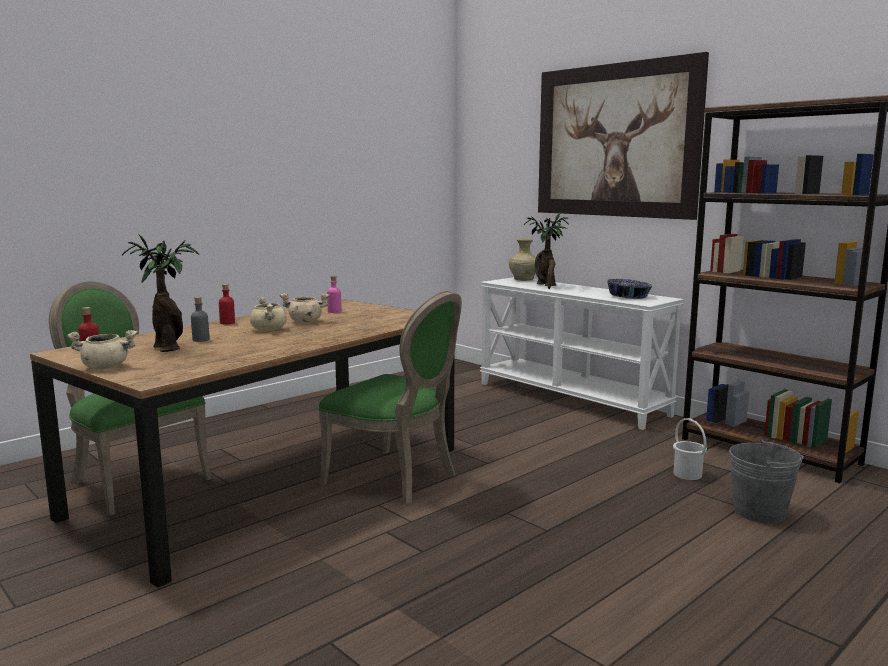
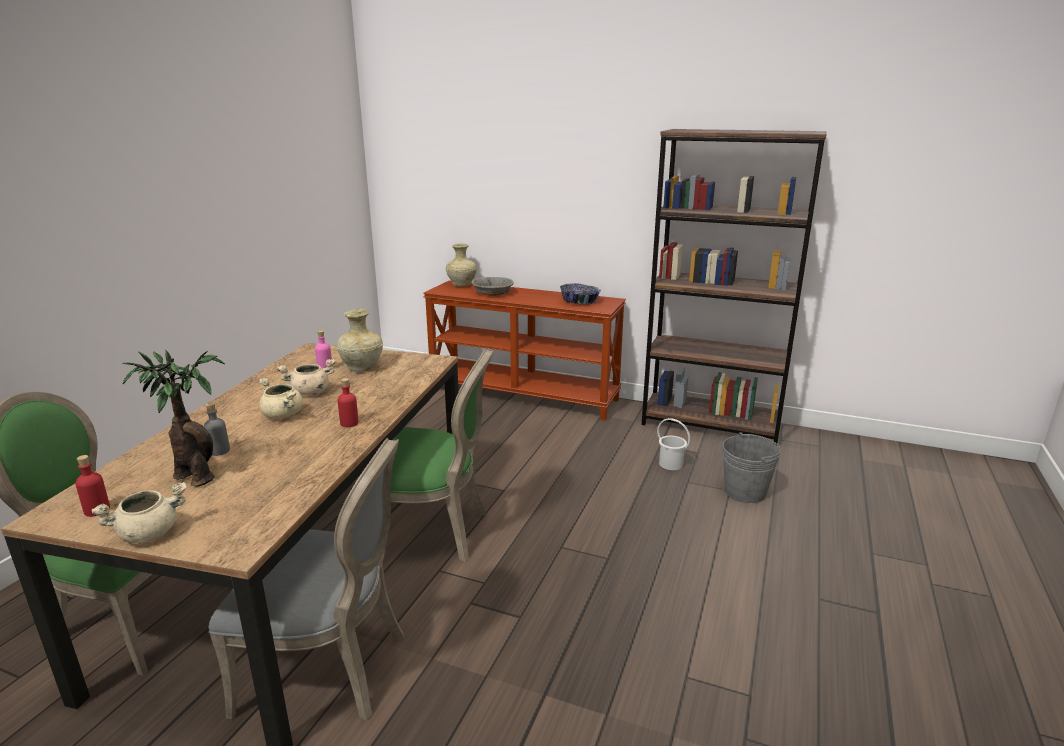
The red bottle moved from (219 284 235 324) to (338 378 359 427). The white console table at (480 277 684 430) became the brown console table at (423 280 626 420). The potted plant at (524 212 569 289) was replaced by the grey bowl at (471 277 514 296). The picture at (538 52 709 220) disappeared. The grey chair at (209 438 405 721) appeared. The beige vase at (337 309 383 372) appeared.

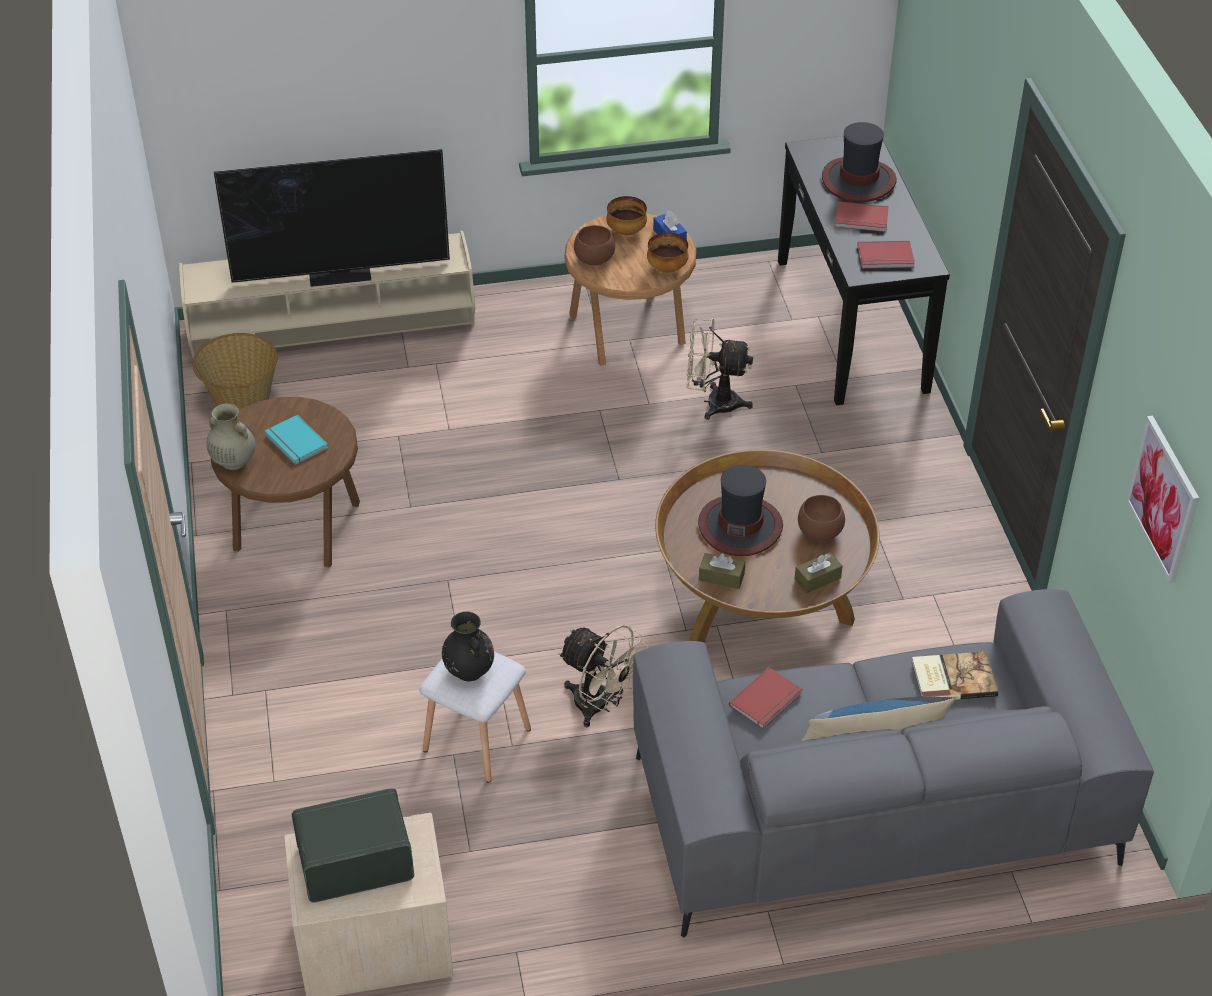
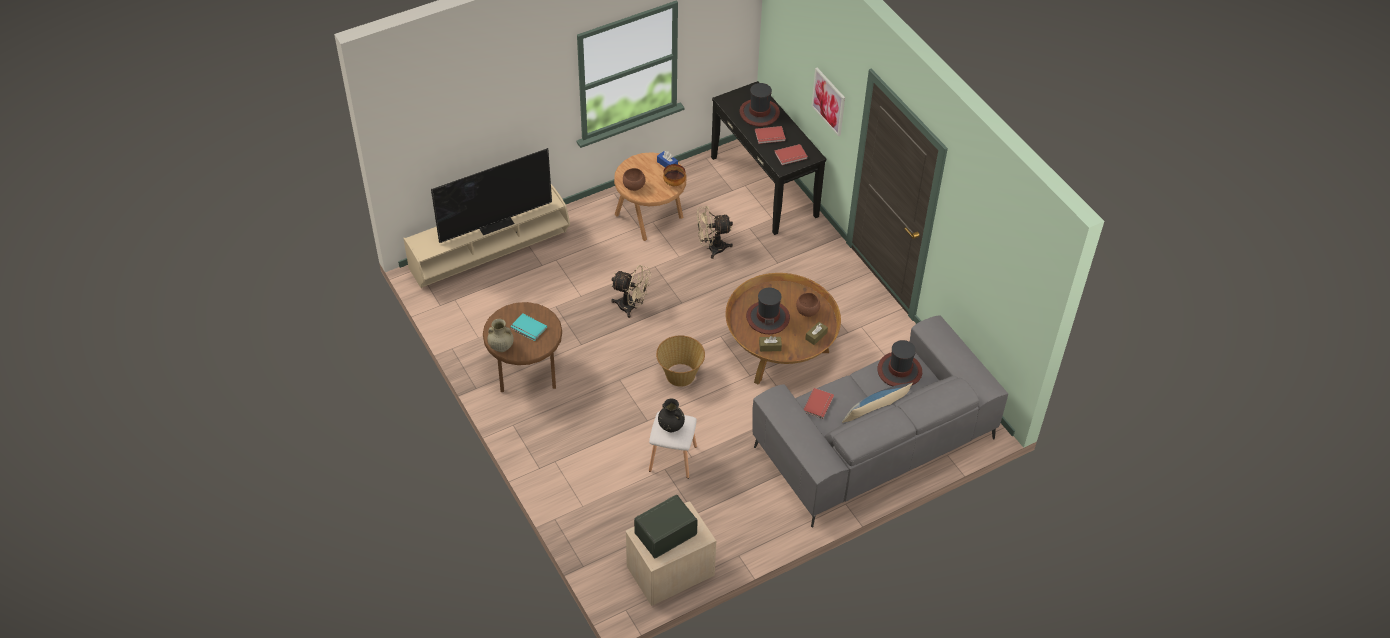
The basket moved from (192 333 278 410) to (656 335 705 387). The beige fan moved from (558 625 648 727) to (611 265 651 318). The bowl at (606 196 647 236) disappeared. The book at (911 651 998 700) was replaced by the hat at (877 340 922 386). The picture moved from (1126 415 1199 583) to (812 68 845 136).

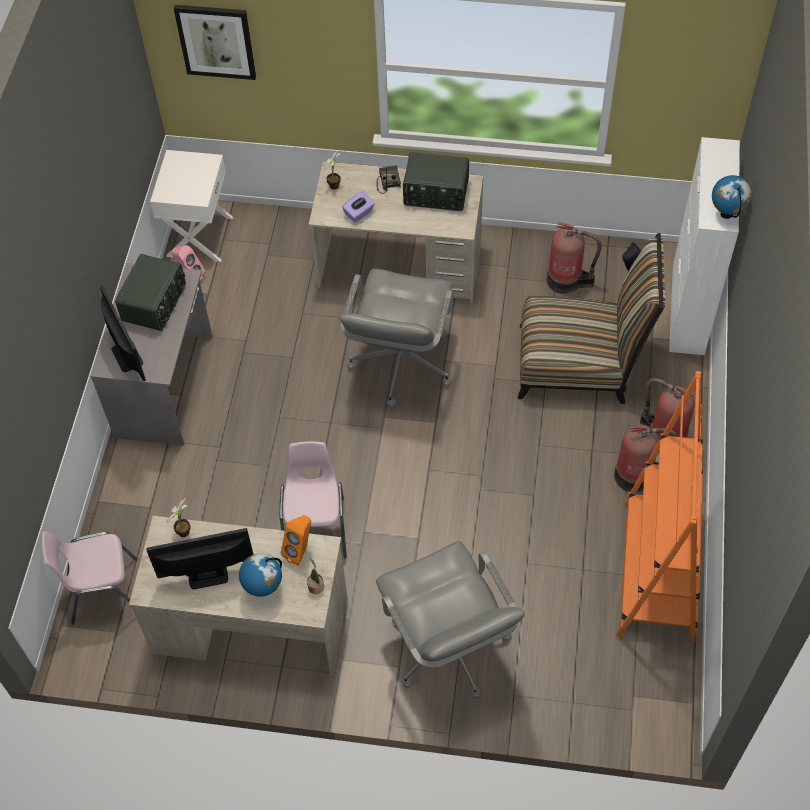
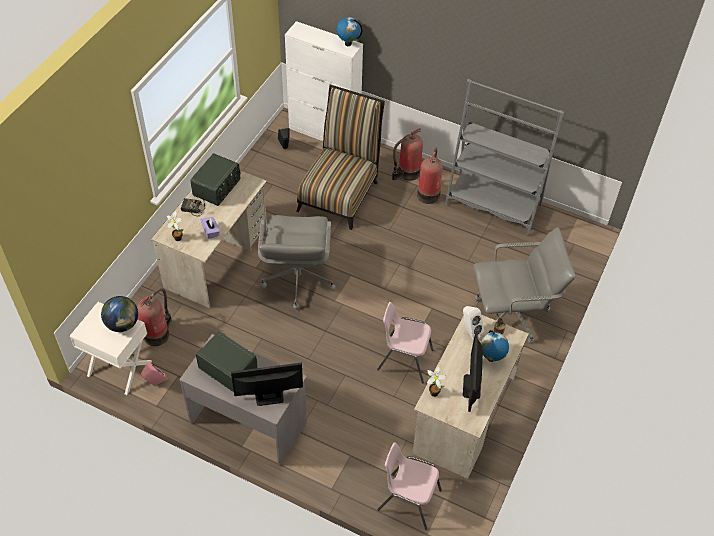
The pink chair at (42 531 137 625) turned 105 degrees clockwise. The picture at (174 5 256 80) disappeared. The orange speaker at (281 515 311 566) became the white speaker at (463 306 484 341). The grey office chair at (339 269 453 407) turned 60 degrees clockwise. The fire extinguisher moved from (547 222 602 294) to (137 288 172 346). The orange bookcase at (616 371 703 642) became the grey bookcase at (445 79 564 236). The globe at (101 296 138 332) appeared.

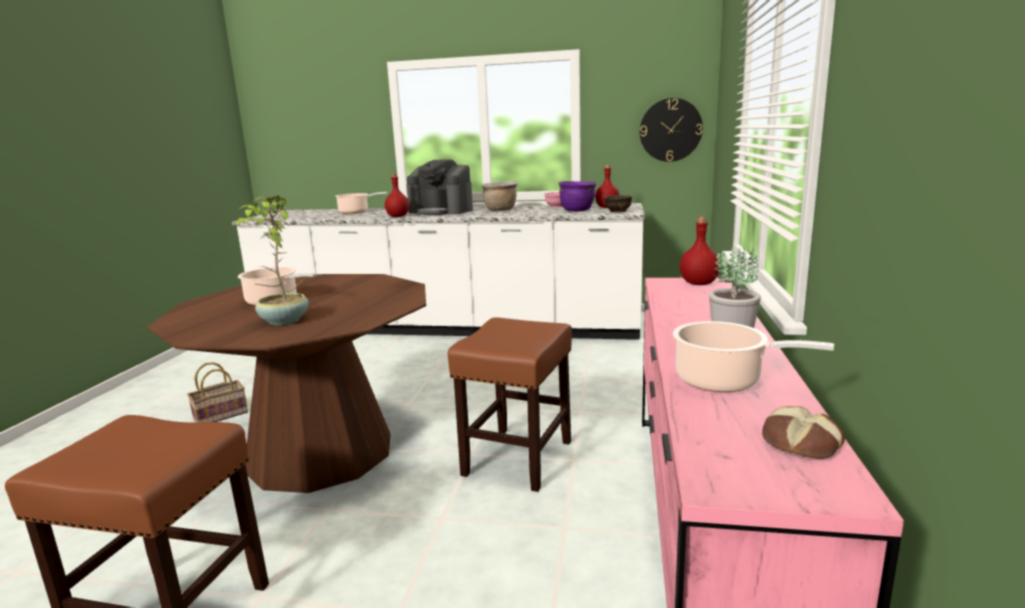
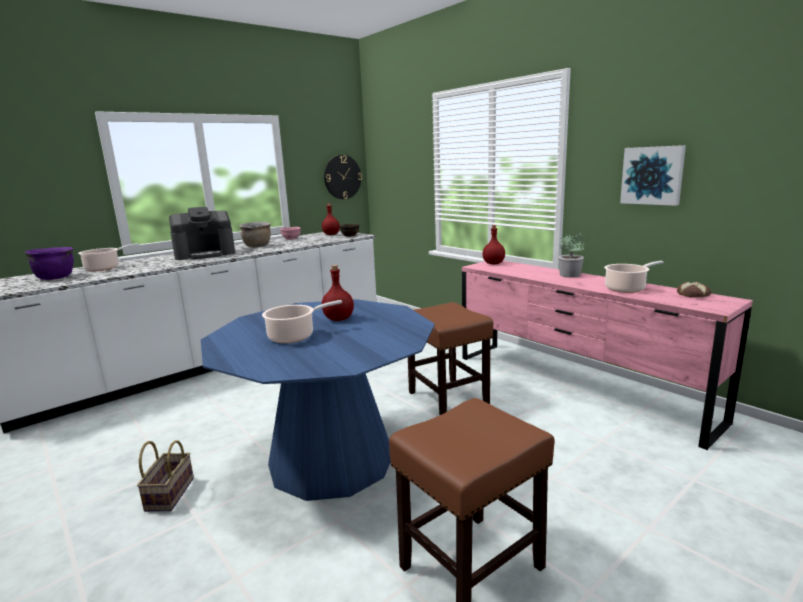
The brown dining table at (147 274 426 493) became the blue dining table at (201 299 435 501). The potted plant at (235 196 309 325) disappeared. The red bottle moved from (385 174 410 217) to (322 265 354 321). The purple cooking pot moved from (558 181 596 211) to (25 247 74 280). The picture at (620 145 686 206) appeared.

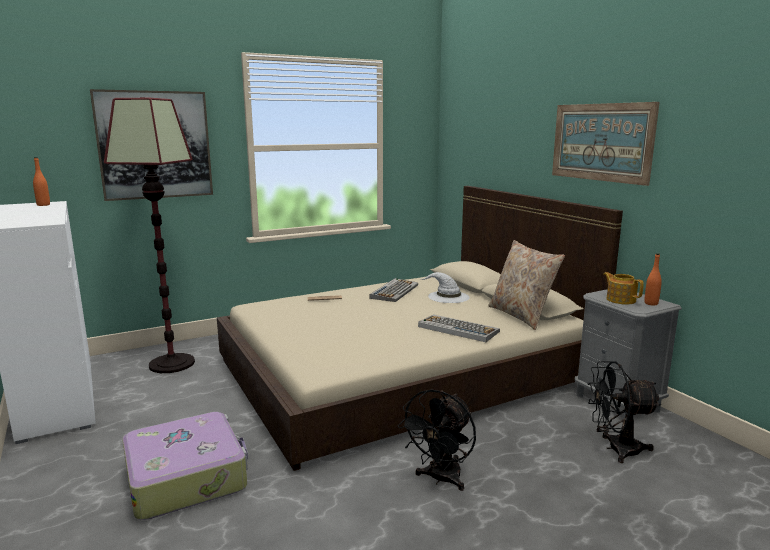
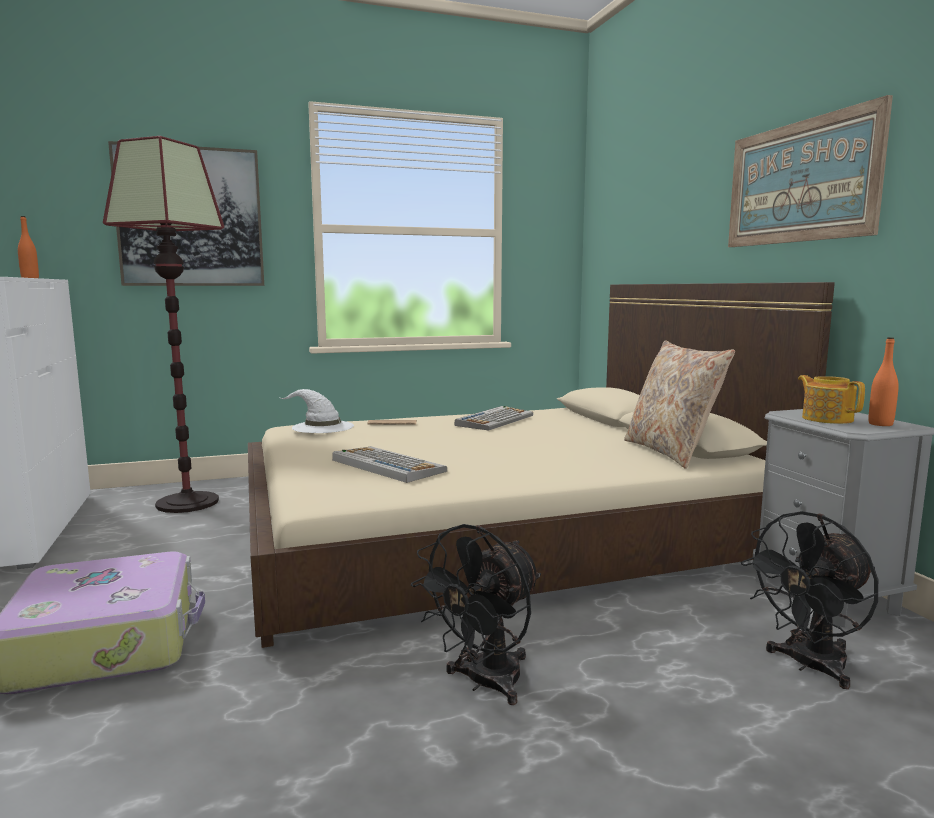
The keyboard moved from (418 315 500 342) to (332 446 447 483). The white hat moved from (421 272 469 303) to (279 389 354 433). The black fan at (588 361 661 463) turned 45 degrees counterclockwise.

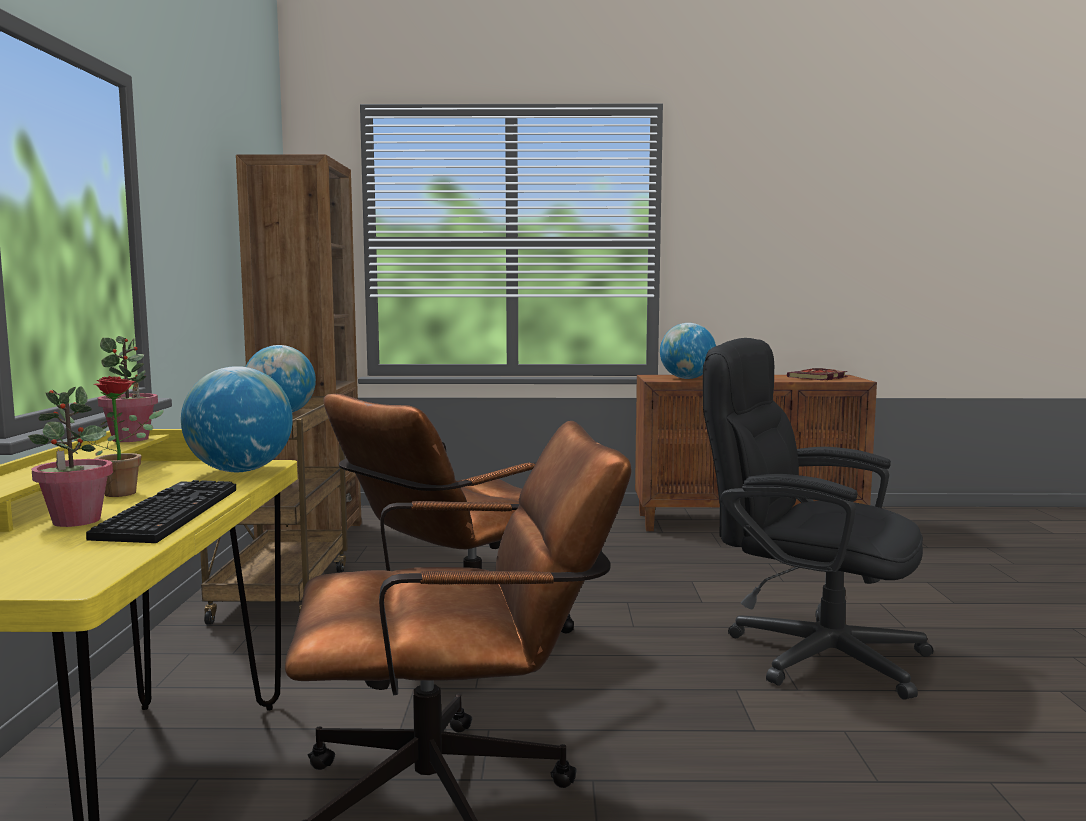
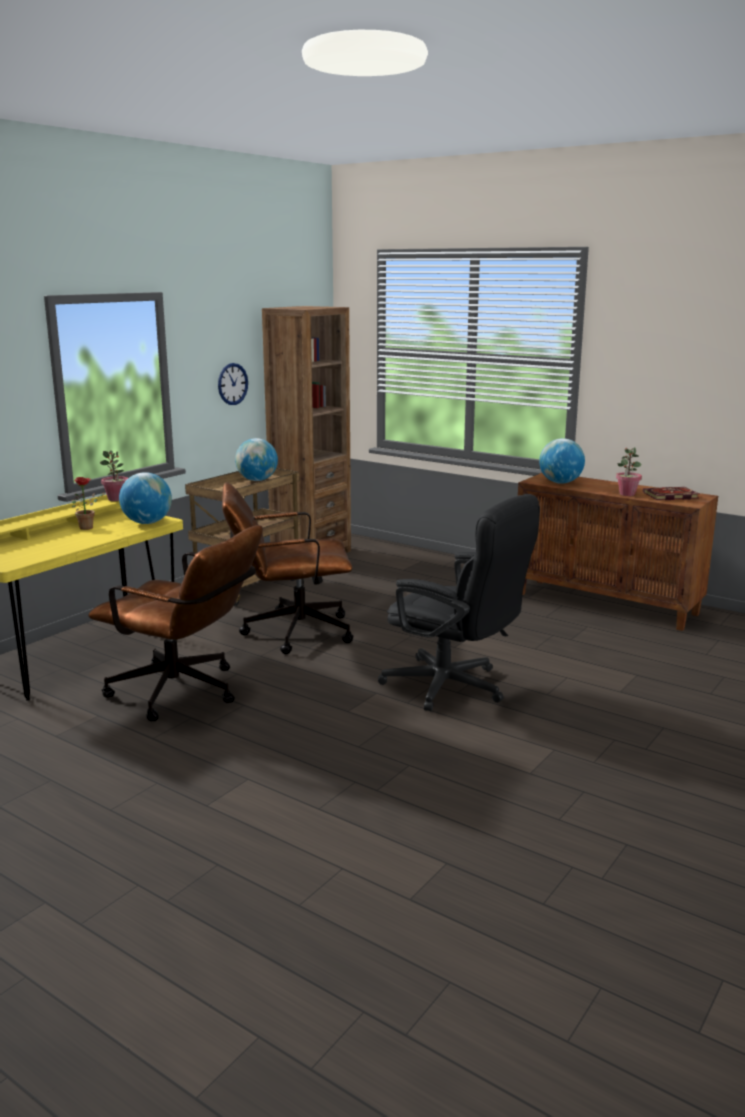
The potted plant moved from (28 386 113 527) to (616 447 642 496). The keyboard at (86 480 236 543) disappeared. The black office chair at (703 338 934 700) turned 150 degrees clockwise. The wall clock at (218 363 248 405) appeared.

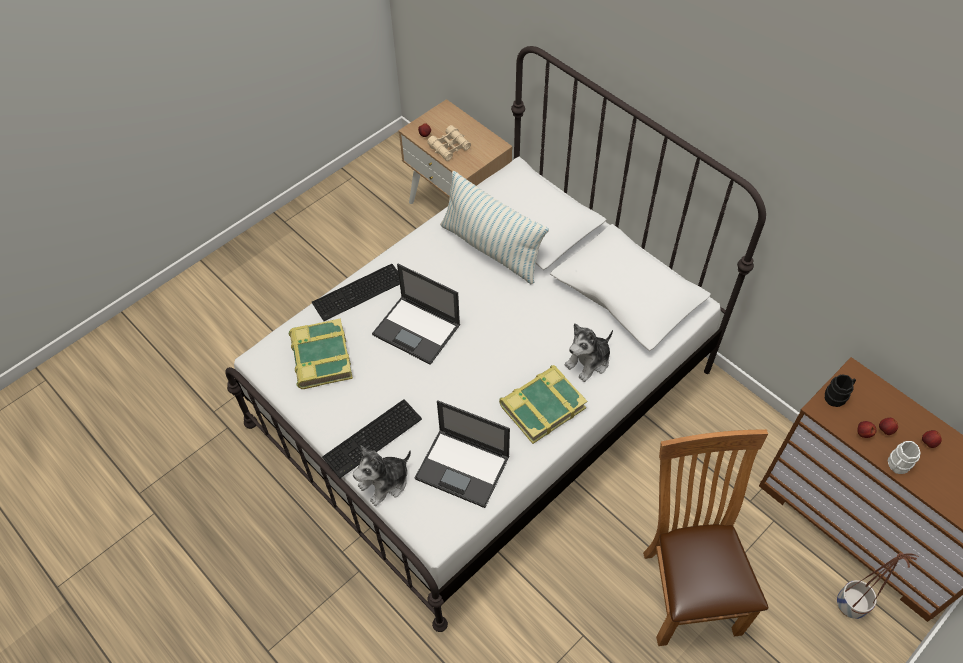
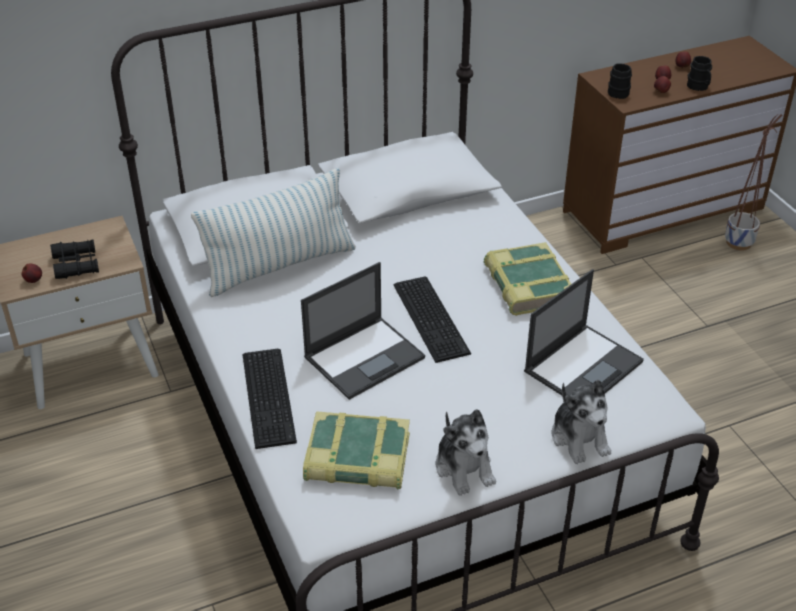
The keyboard moved from (322 399 422 478) to (394 276 471 363). The beige binoculars at (427 125 471 161) became the black binoculars at (50 239 99 279). The plush toy moved from (565 323 613 382) to (435 409 496 496). The brown chair at (643 429 768 646) disappeared. The white mug at (888 441 921 474) became the black mug at (687 56 712 91).

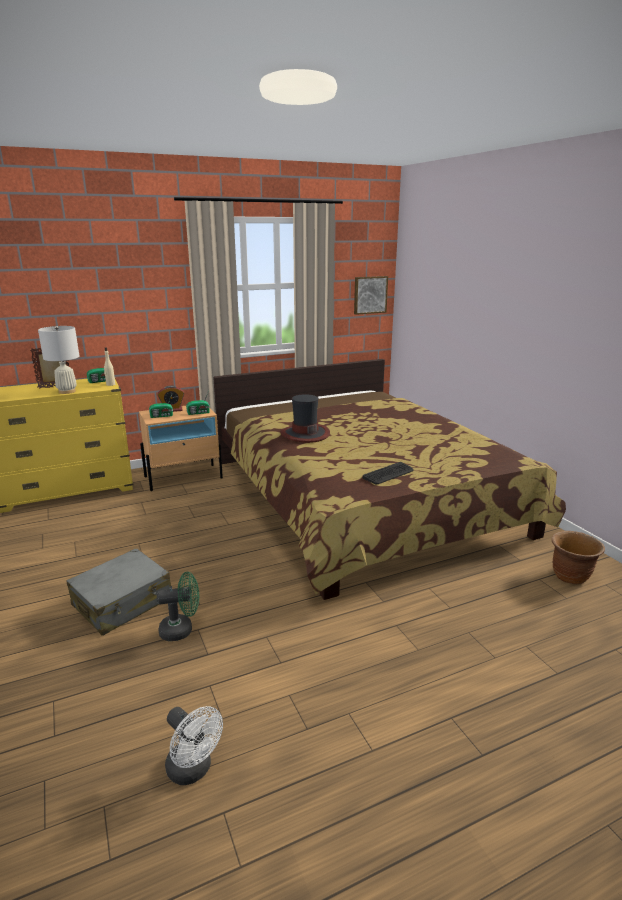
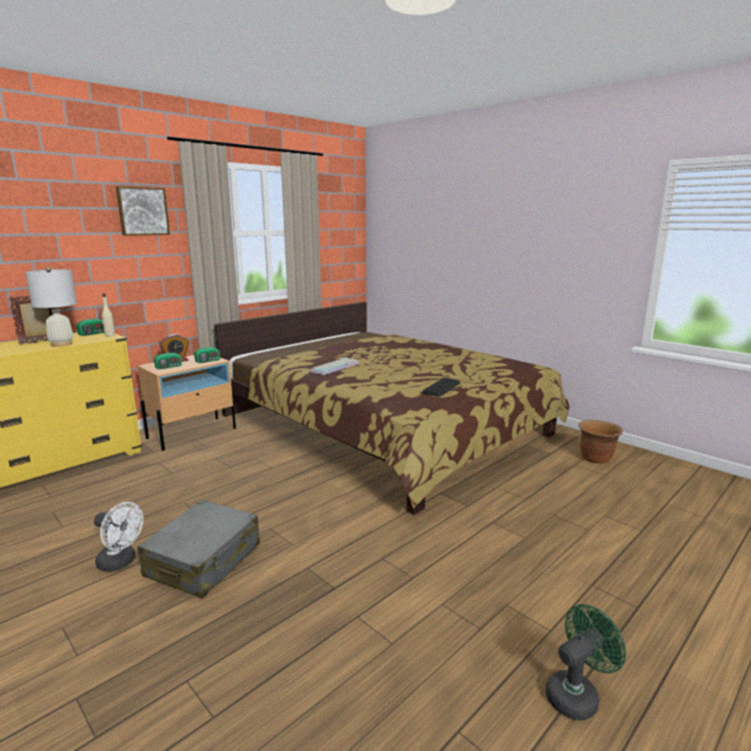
The green fan moved from (157 572 199 641) to (546 604 626 720). The white fan moved from (165 706 223 785) to (94 502 143 572). The hat at (281 394 330 443) was replaced by the keyboard at (310 358 359 375). The picture moved from (354 276 388 315) to (116 186 170 236).

